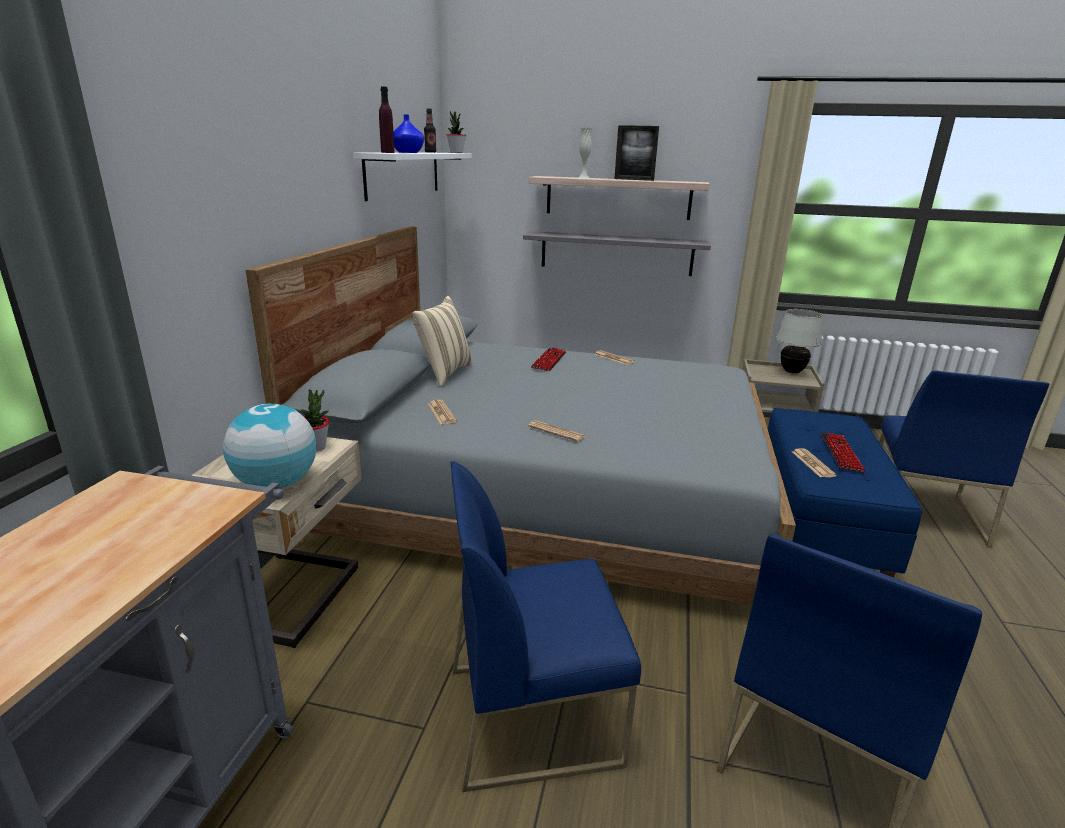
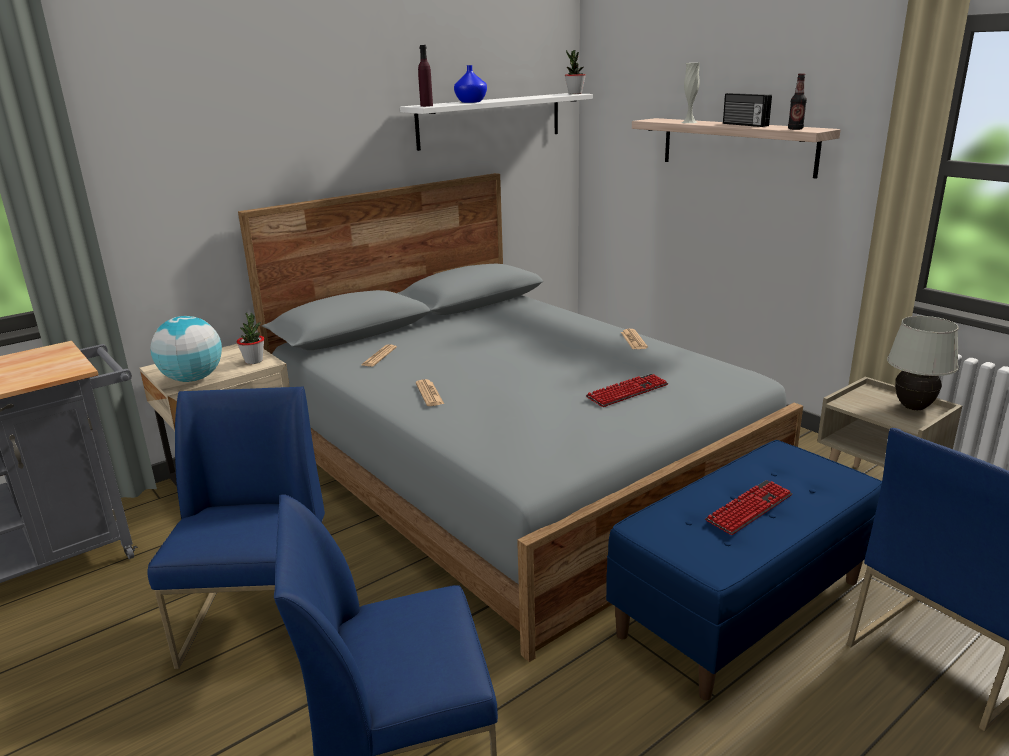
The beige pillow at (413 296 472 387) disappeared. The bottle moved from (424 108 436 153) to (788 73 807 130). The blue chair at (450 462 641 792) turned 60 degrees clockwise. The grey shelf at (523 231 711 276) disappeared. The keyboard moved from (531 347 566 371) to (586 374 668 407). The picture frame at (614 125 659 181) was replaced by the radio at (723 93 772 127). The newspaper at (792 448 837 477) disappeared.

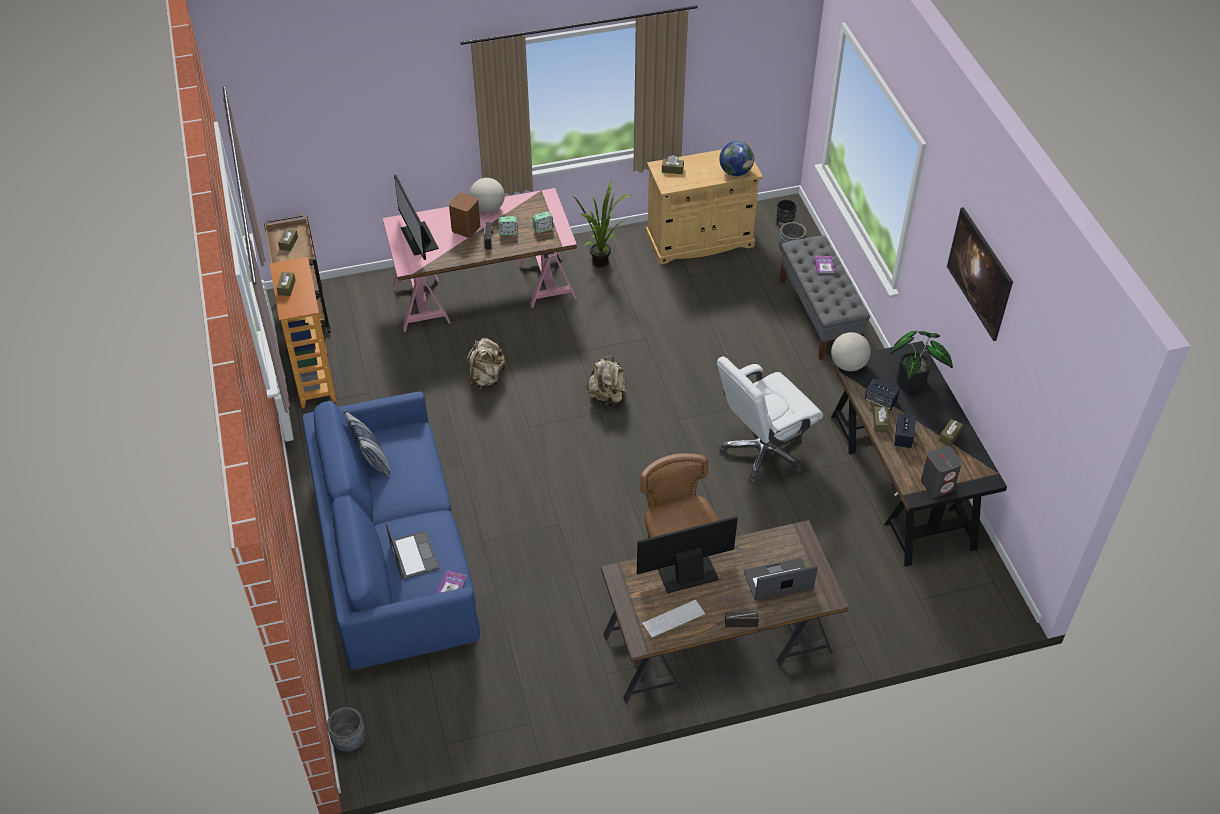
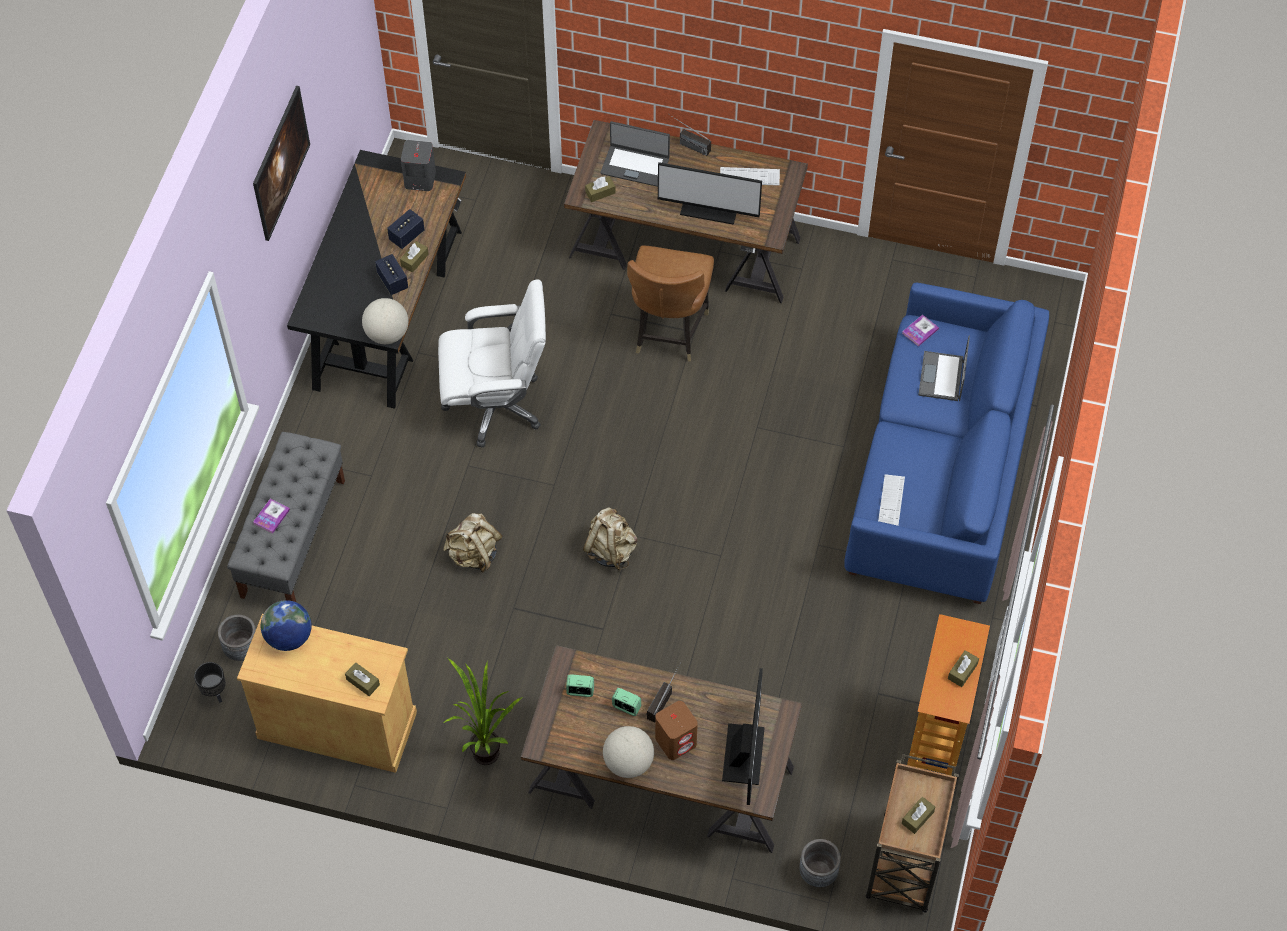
The grey planter moved from (327 707 366 752) to (799 839 841 887). The pillow at (343 410 390 477) disappeared. The pink desk at (383 188 577 332) became the brown desk at (521 645 802 853). The beige backpack moved from (467 338 507 390) to (443 513 502 573). The potted plant at (890 331 953 392) disappeared. The brown tissue box moved from (939 419 963 446) to (585 176 616 202). The keyboard at (878 474 905 526) appeared.

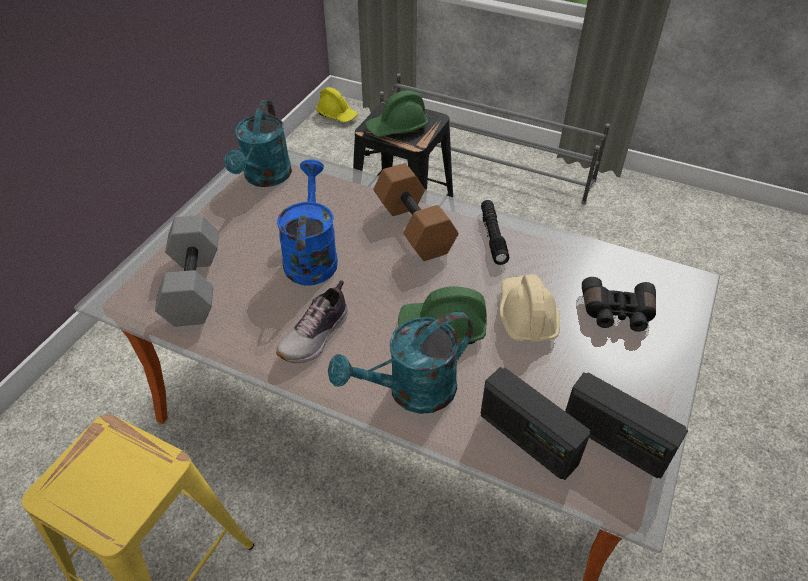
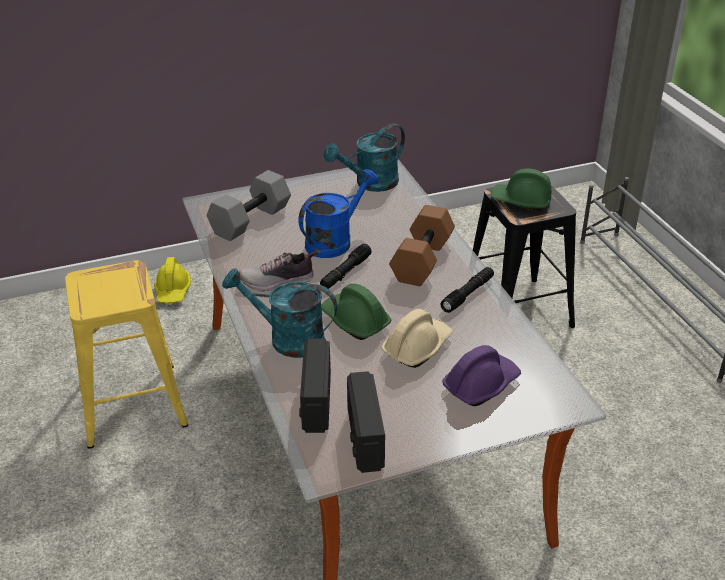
The yellow hard hat moved from (315 87 358 122) to (154 257 191 303). The black binoculars at (582 277 656 332) was replaced by the purple hard hat at (442 345 521 406). The black flashlight at (320 244 372 289) appeared.

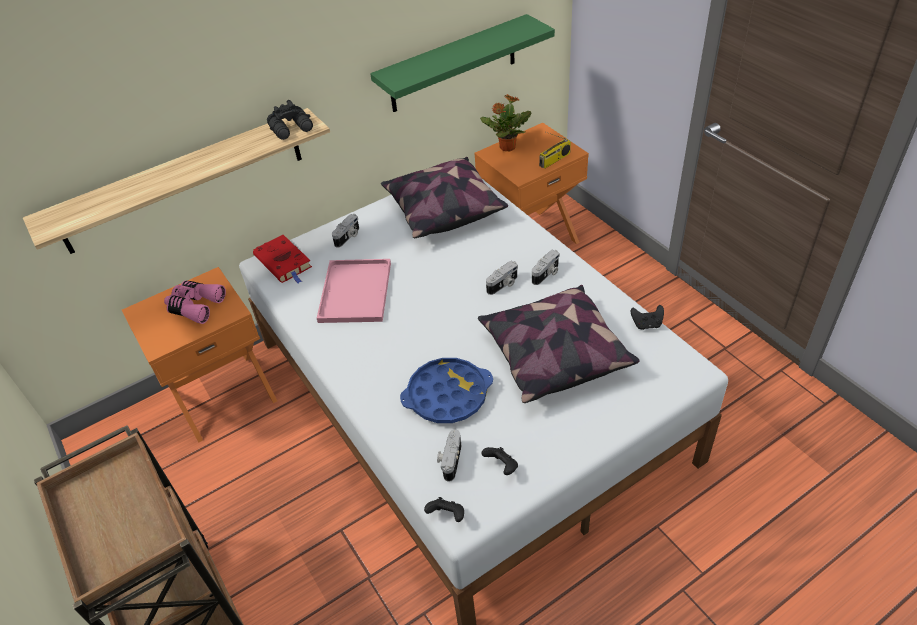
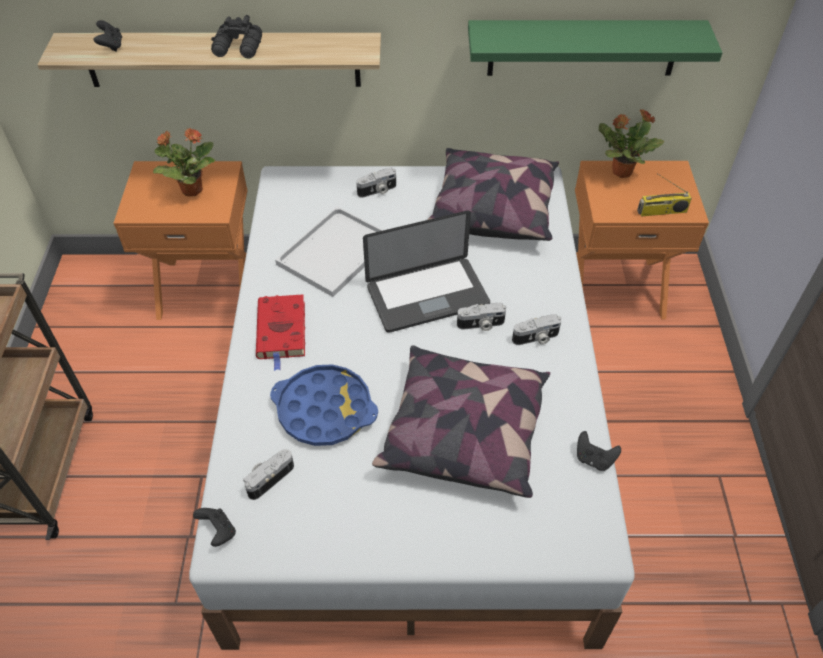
The pink binoculars at (164 281 226 324) was replaced by the potted plant at (153 128 215 196). The red book moved from (253 235 312 283) to (256 294 305 371). The black binoculars moved from (267 100 313 140) to (211 15 262 58). The pink tray at (317 259 391 323) became the white tray at (275 207 383 297). The black game controller moved from (481 447 518 475) to (94 20 122 52). The laptop at (363 210 490 333) appeared.

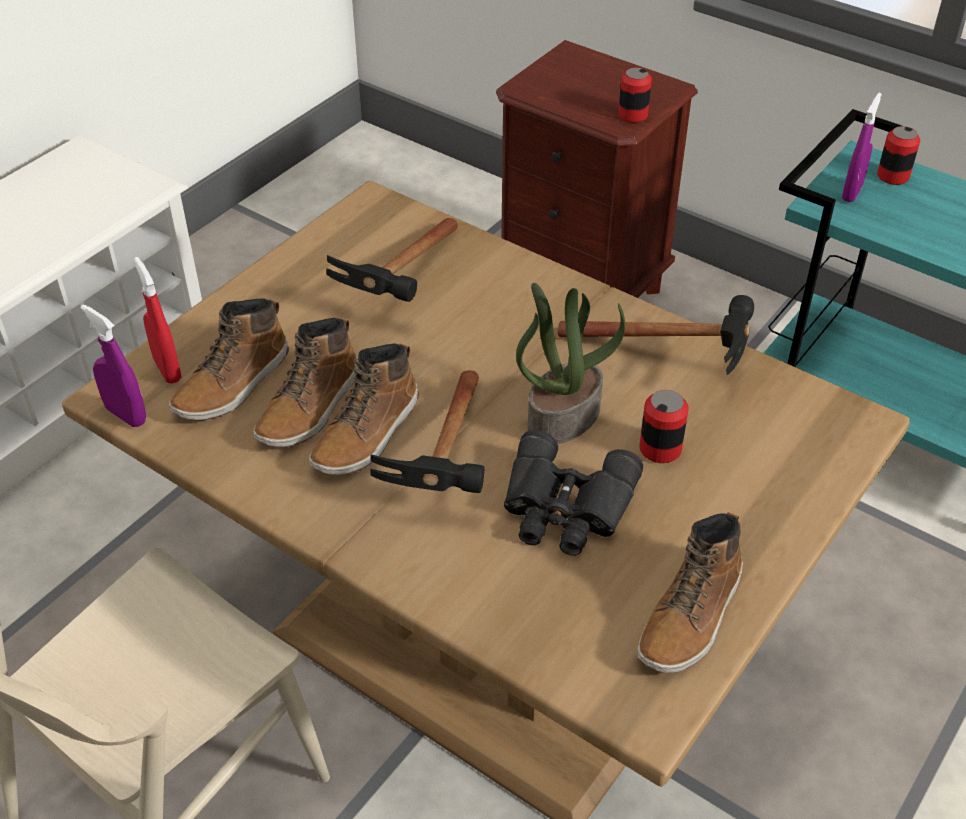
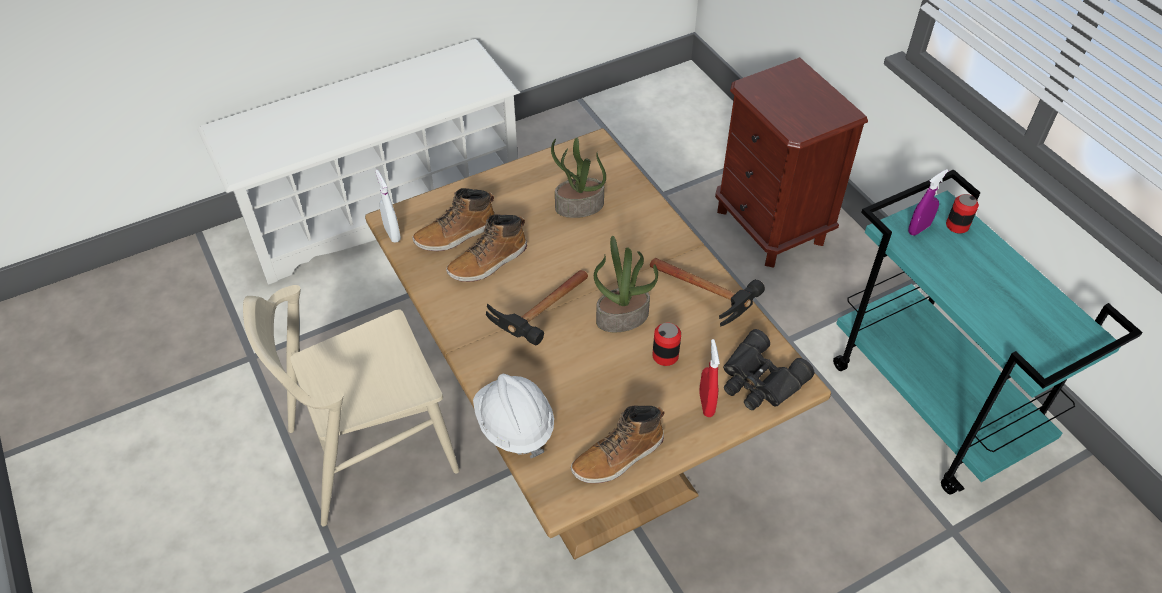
The purple spray bottle at (80 304 146 427) became the white spray bottle at (375 170 401 243). The red spray bottle moved from (134 257 182 384) to (699 339 720 417). The boot at (309 343 419 475) disappeared. The hammer at (326 218 458 302) was replaced by the potted plant at (551 138 606 218). The black binoculars moved from (504 430 643 556) to (723 329 815 410). The can at (618 68 652 123) disappeared. The white hard hat at (473 374 554 458) appeared.

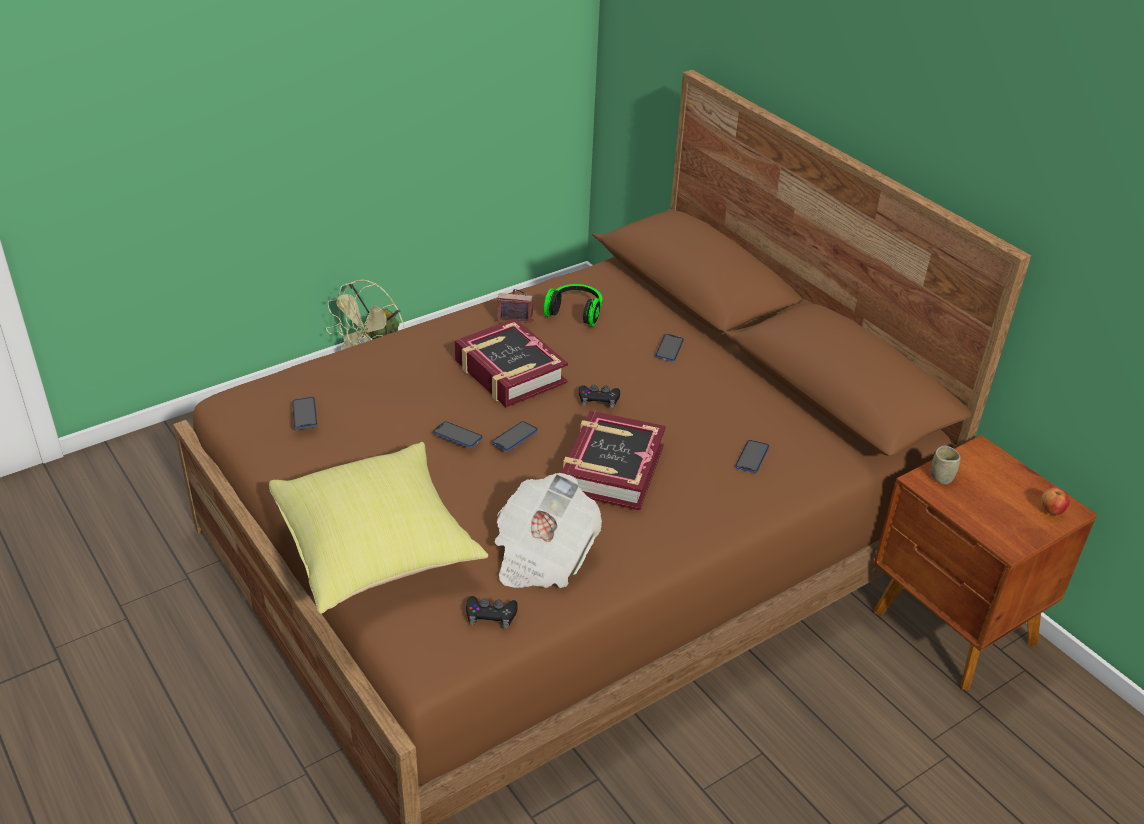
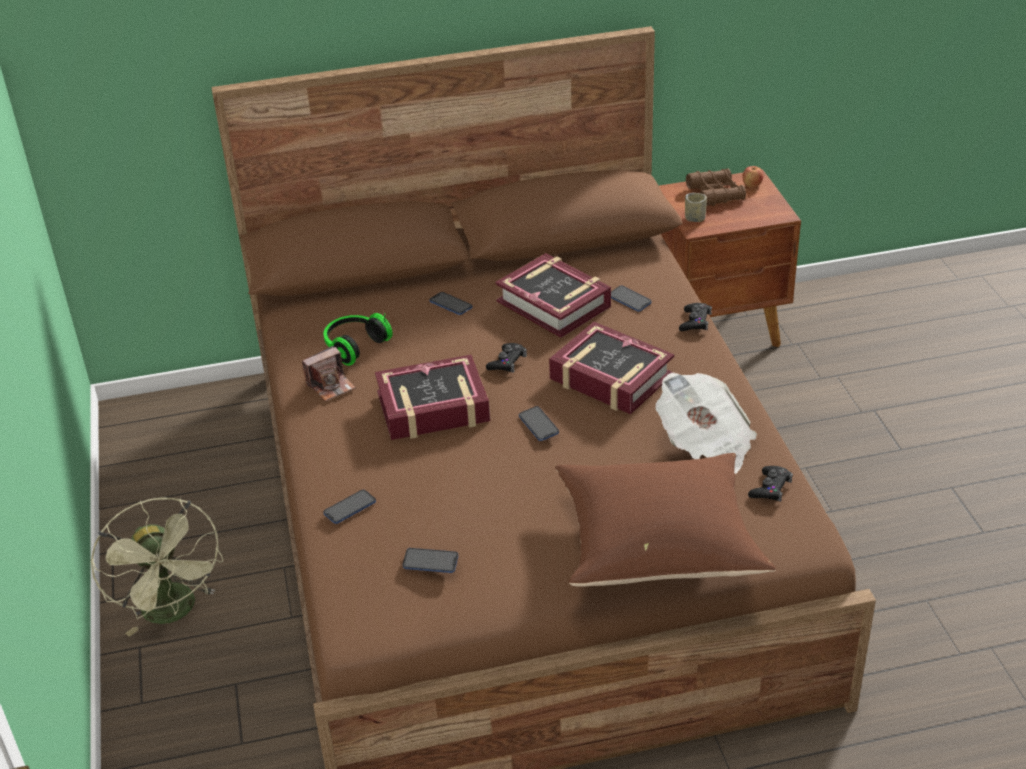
The yellow pillow at (269 442 488 614) became the brown pillow at (555 453 776 587). The phone moved from (433 421 482 448) to (323 490 376 524). The photo camera at (497 289 534 323) turned 150 degrees counterclockwise. The book at (496 253 611 338) appeared. The black game controller at (679 303 712 331) appeared. The brown binoculars at (686 168 746 206) appeared.

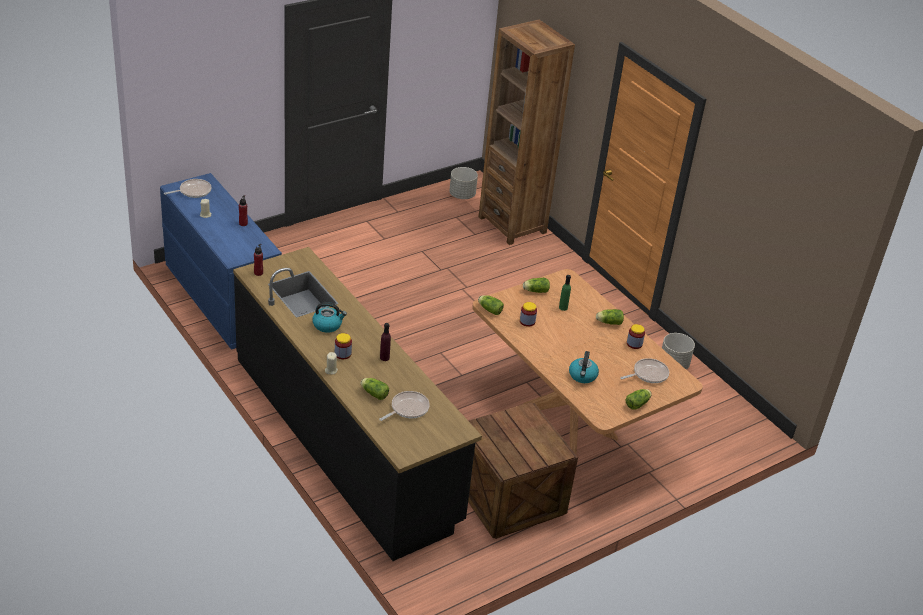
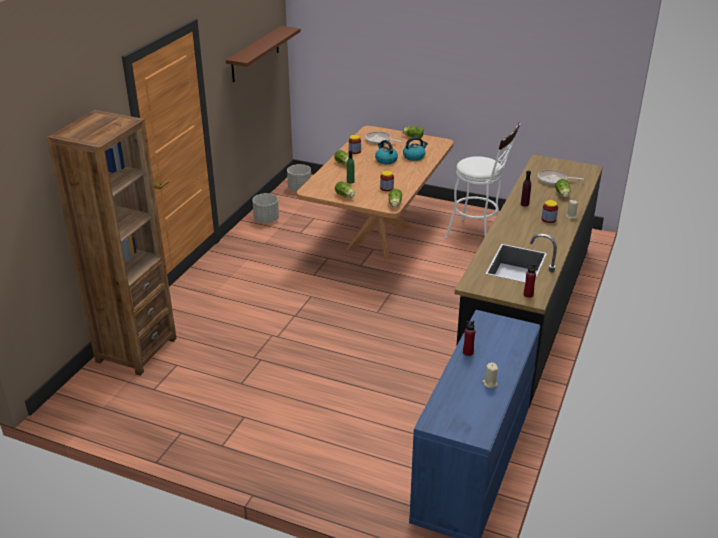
The frying pan at (164 179 211 198) disappeared. The kettle moved from (312 302 347 333) to (375 140 398 164). The grey planter moved from (449 167 478 199) to (287 164 311 192). The crate at (468 402 578 539) was replaced by the white stool at (445 122 520 238). The brown shelf at (226 26 301 82) appeared.

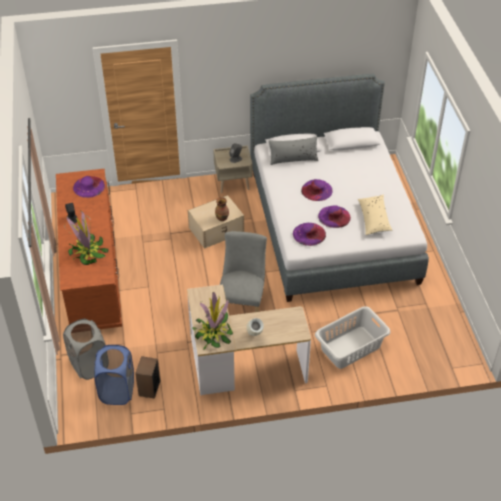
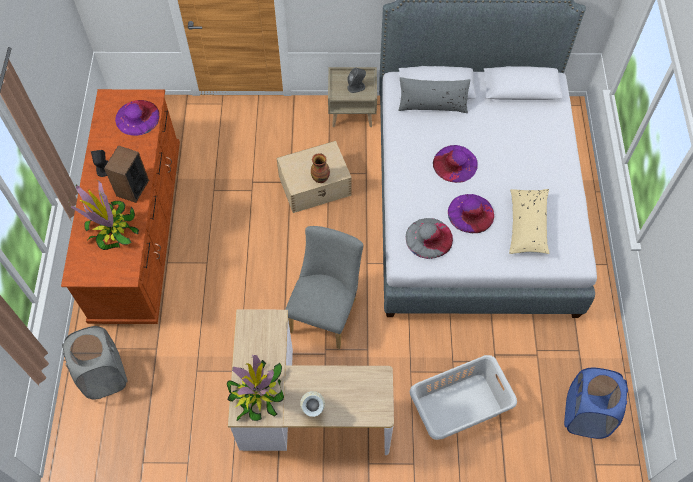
The blue laundry basket moved from (94 345 134 405) to (564 367 628 439). The speaker moved from (135 356 160 399) to (104 145 149 203). The purple hat at (293 223 326 246) became the grey hat at (406 218 453 259).

